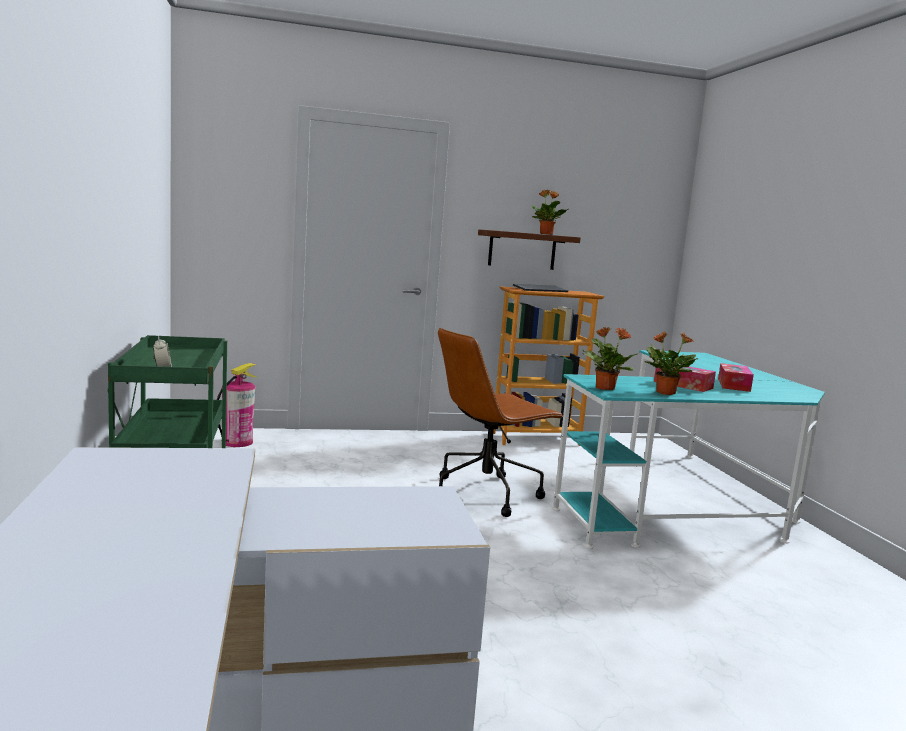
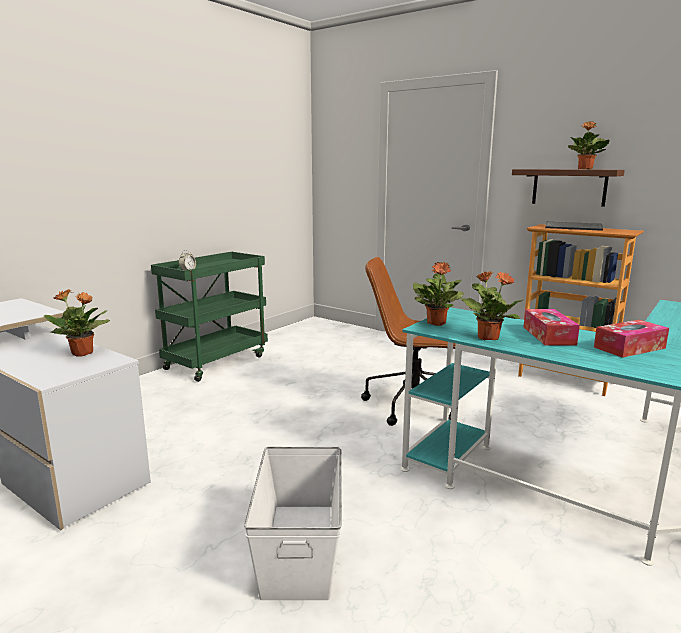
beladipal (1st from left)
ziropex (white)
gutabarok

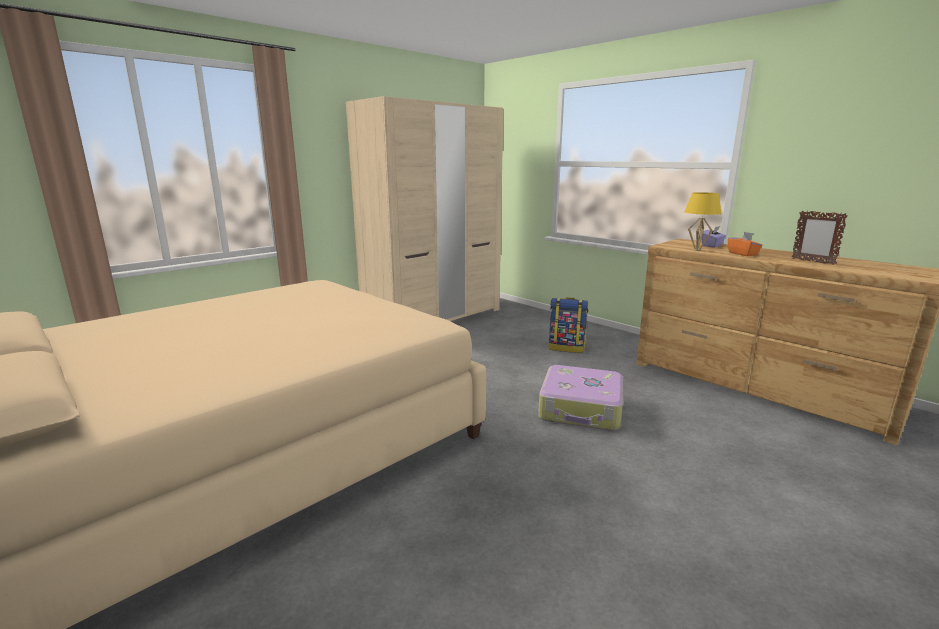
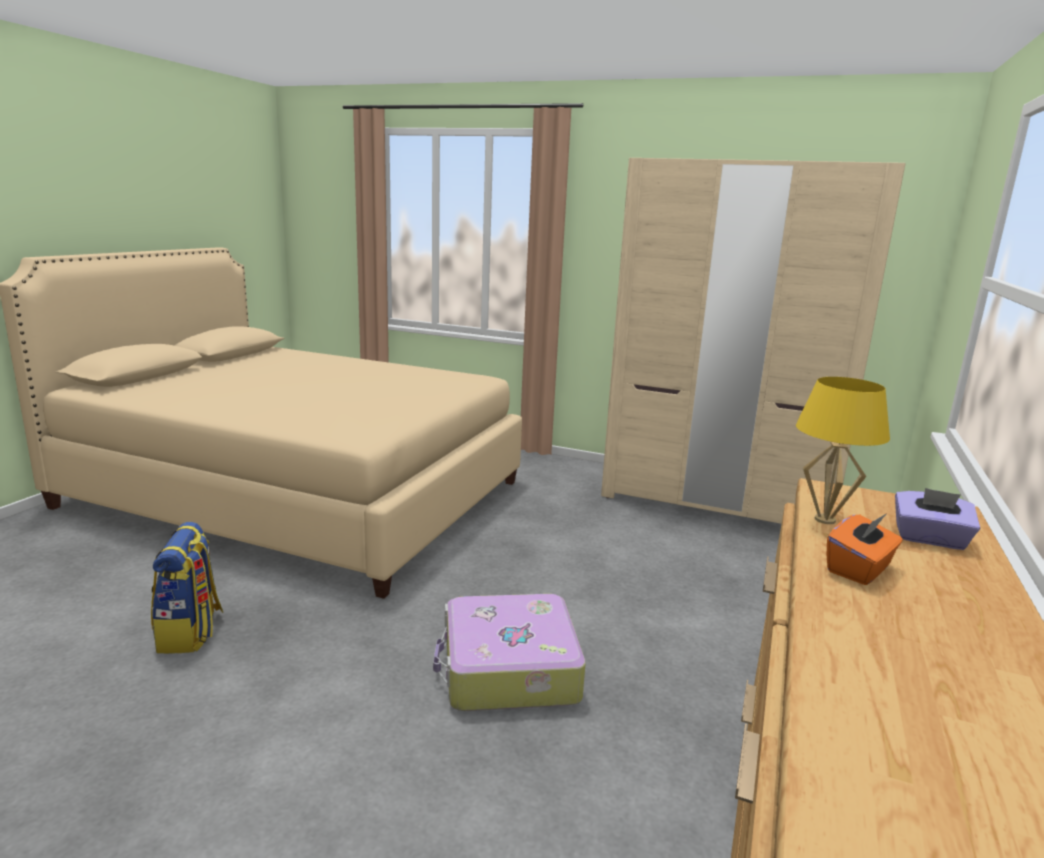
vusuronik
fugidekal

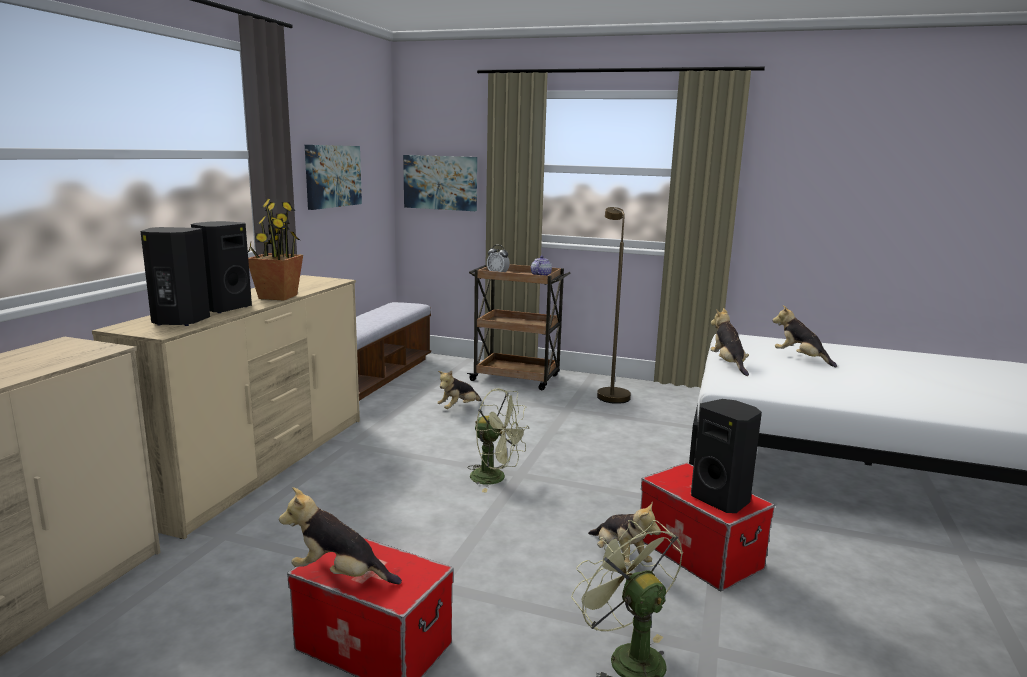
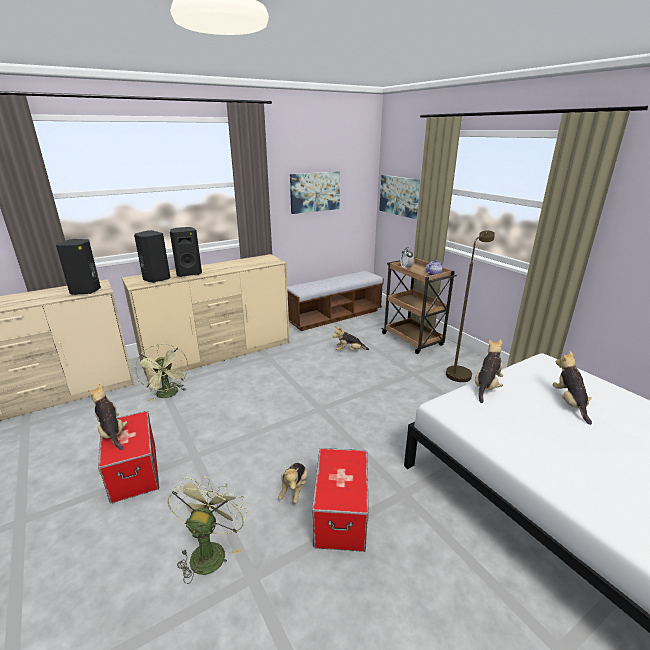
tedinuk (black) (1st from left)
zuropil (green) (1st from left)
beladipal

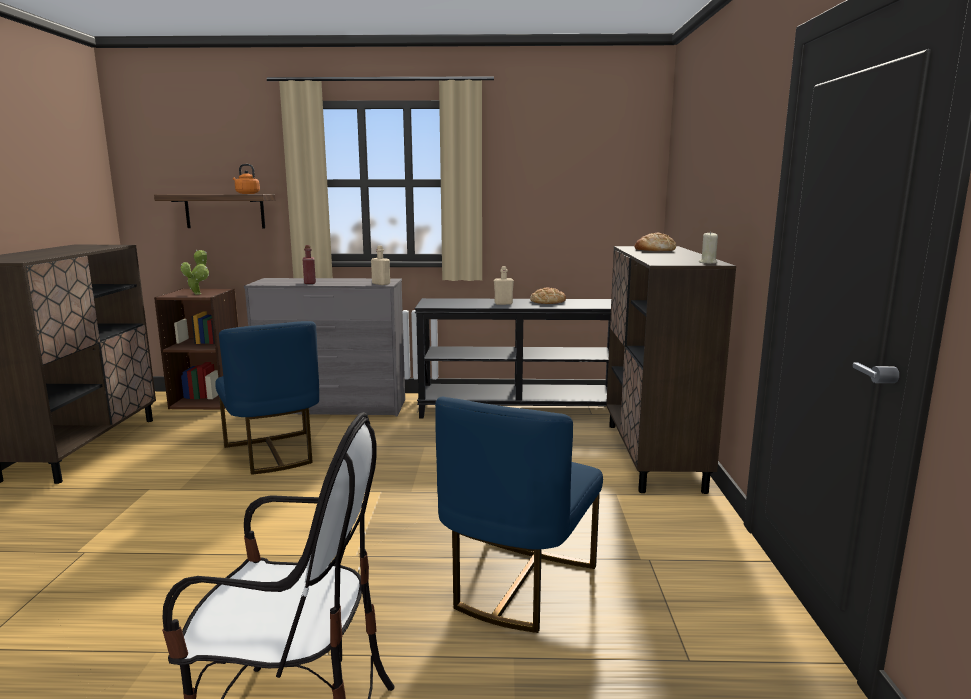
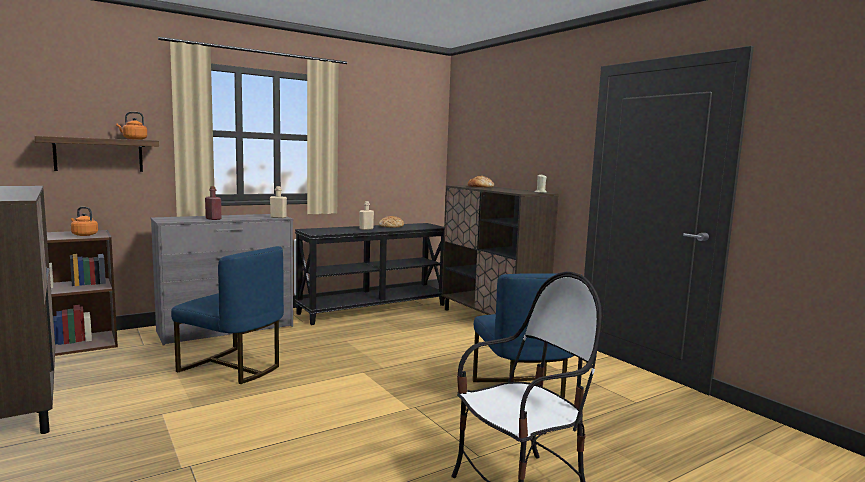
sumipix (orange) (1st from left)

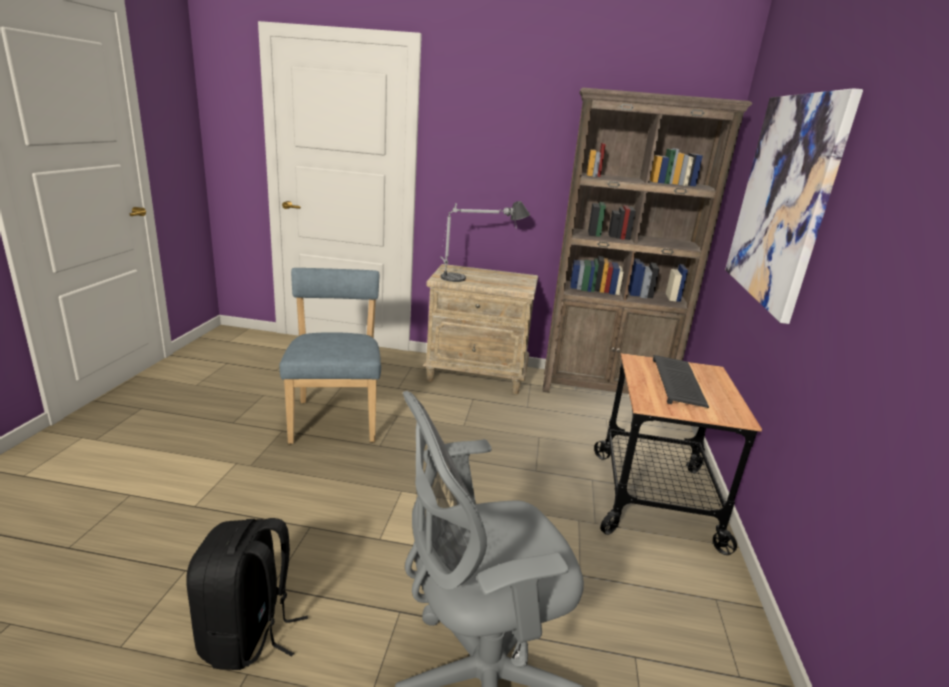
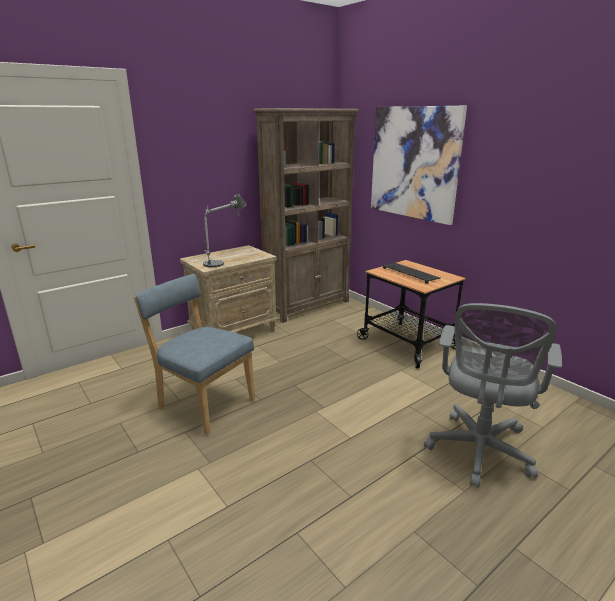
vusuronik (black)

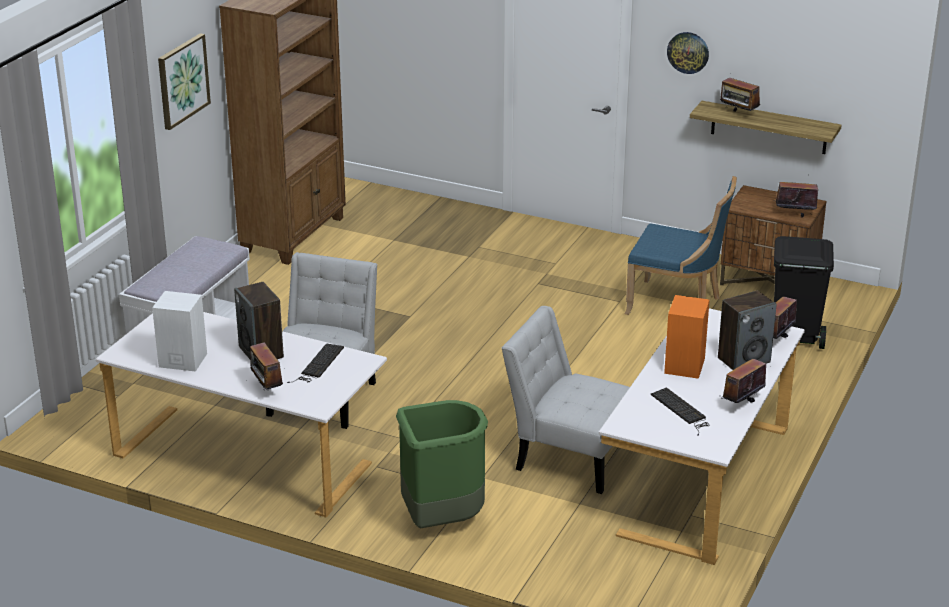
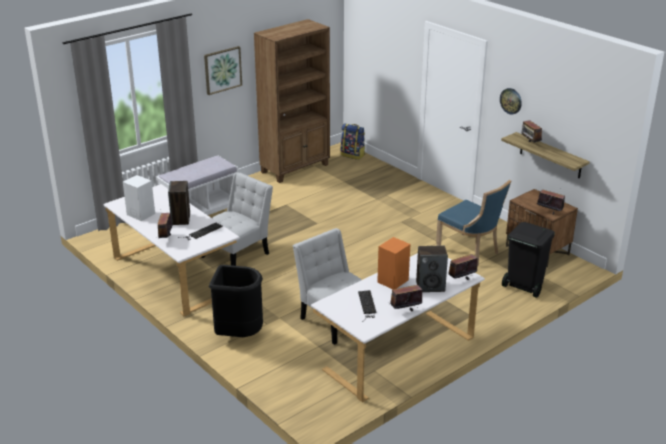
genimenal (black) (1st from left)
vusuronik

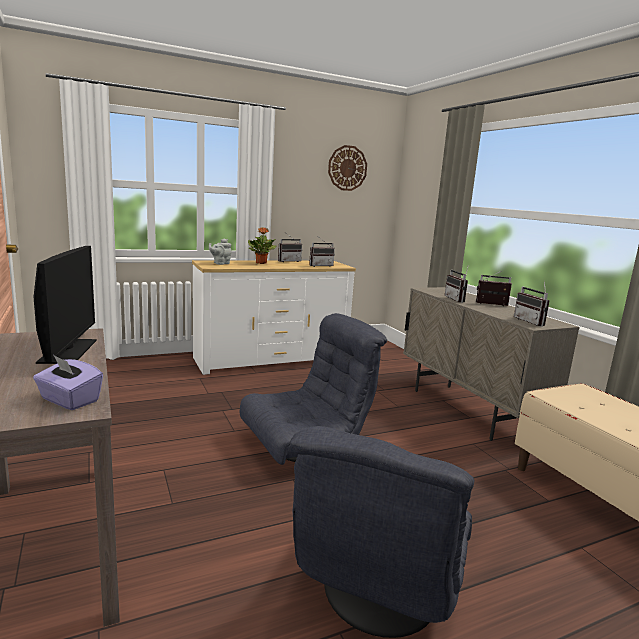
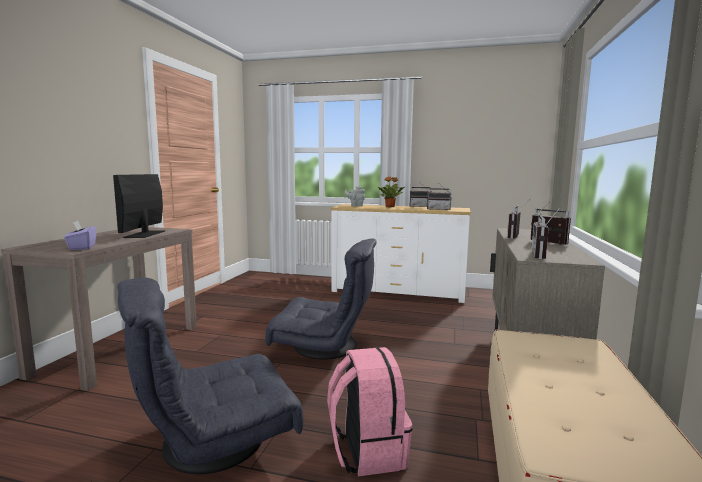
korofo
vusuronik (pink)
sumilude

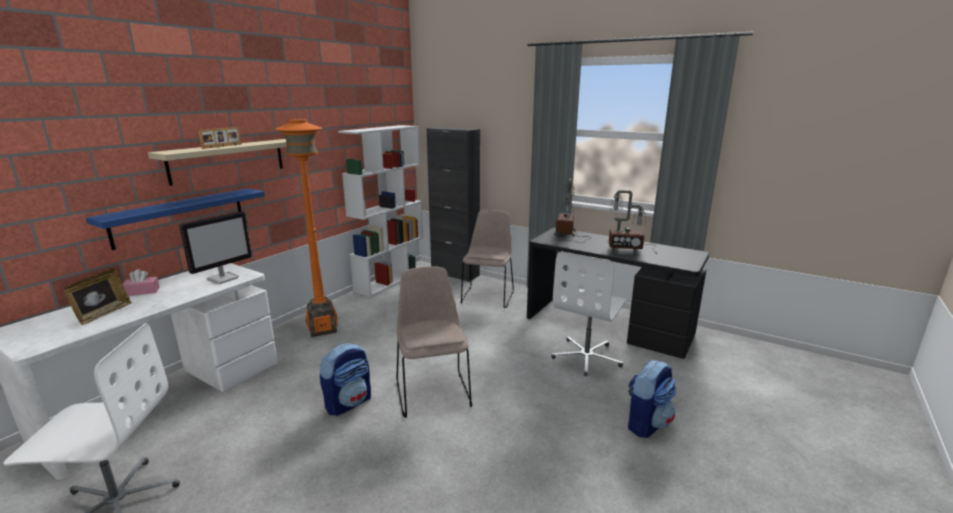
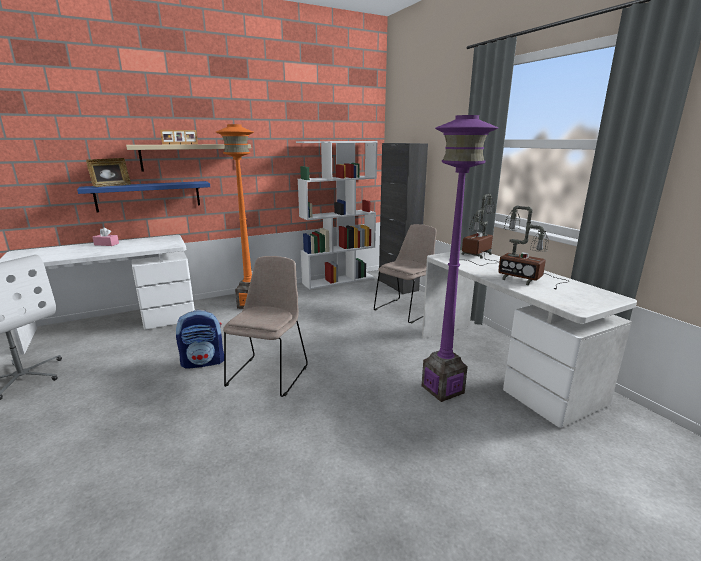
fugidekal (1st from left)
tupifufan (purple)
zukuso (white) (2nd from left)
korofo
vusuronik (2nd from left in the first image)

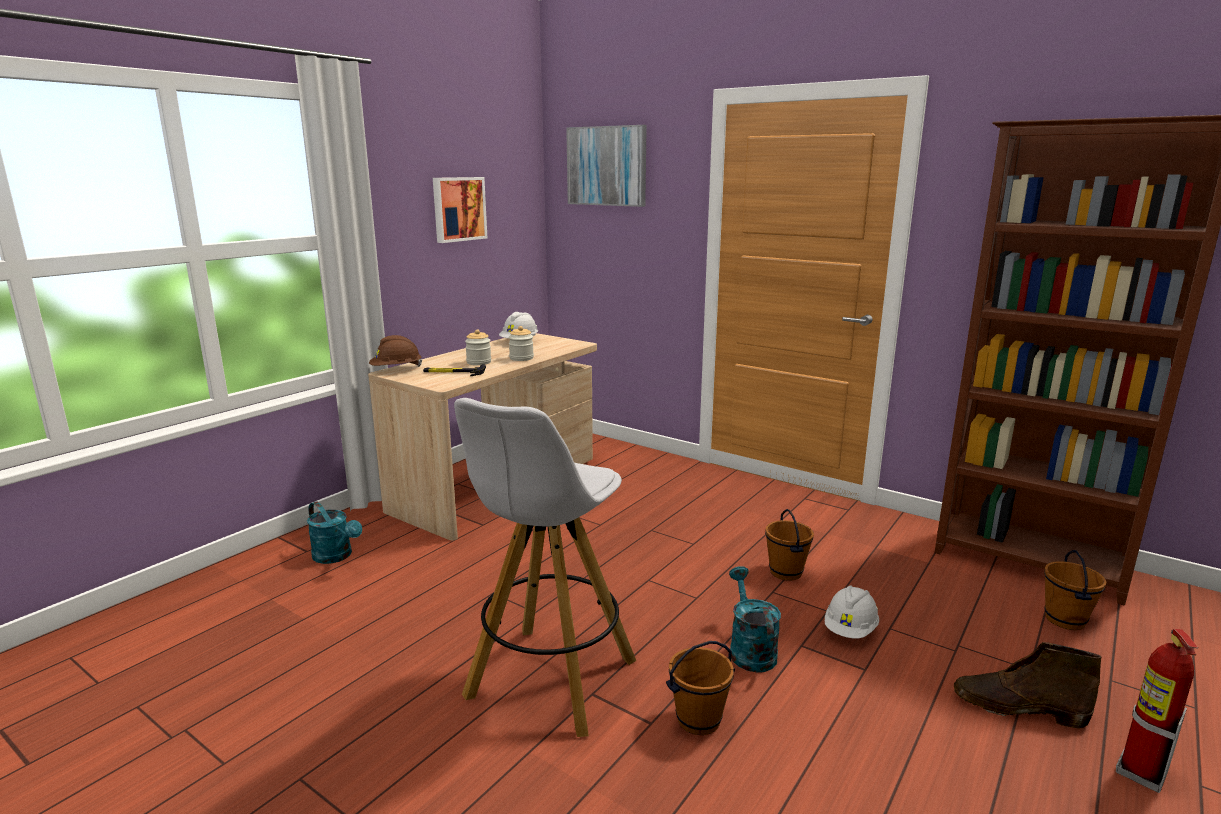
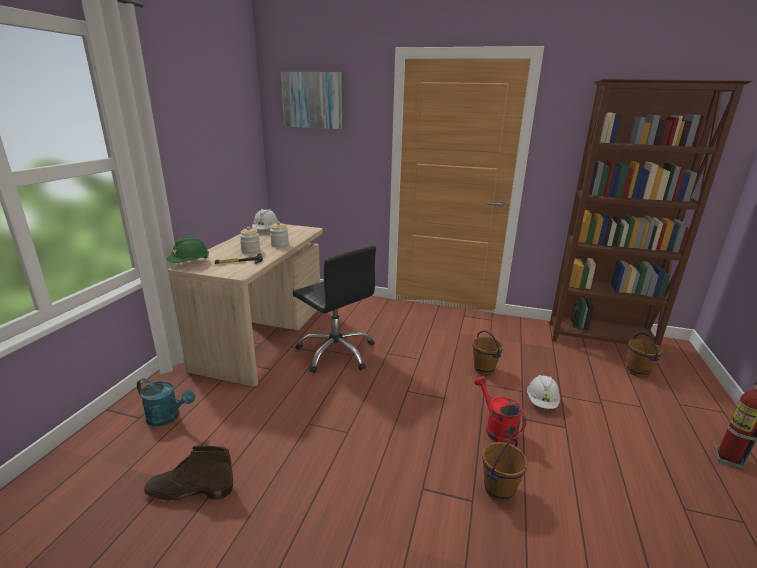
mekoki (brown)
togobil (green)
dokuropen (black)
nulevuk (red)
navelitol (1st from left in the first image)
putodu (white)

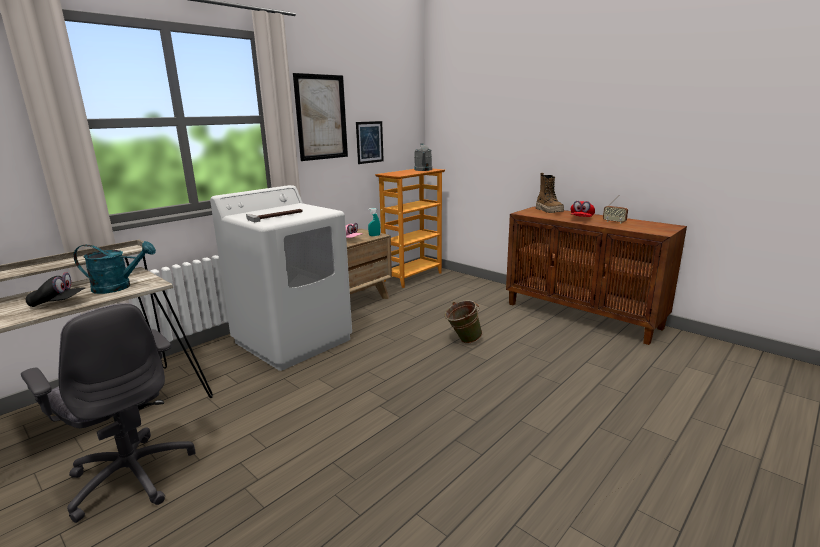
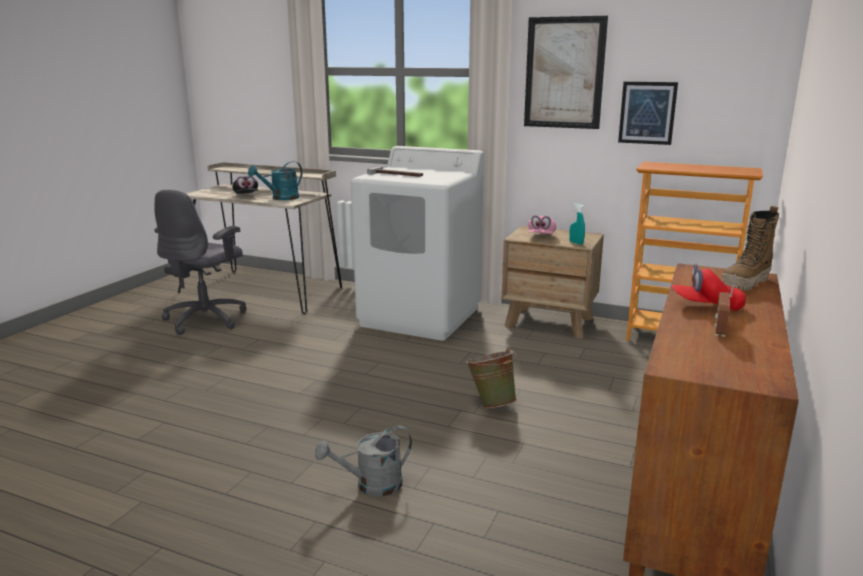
nulevuk (turquoise)
nulevuk (grey)

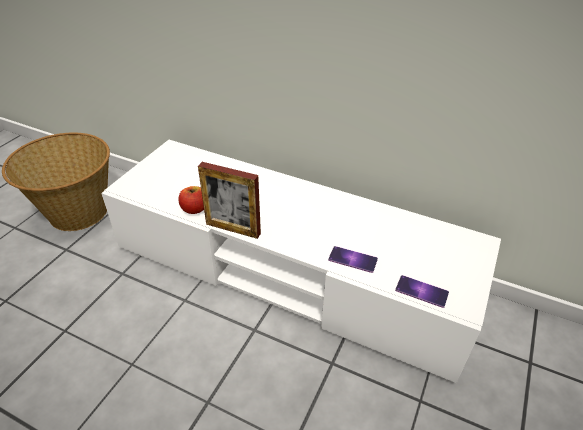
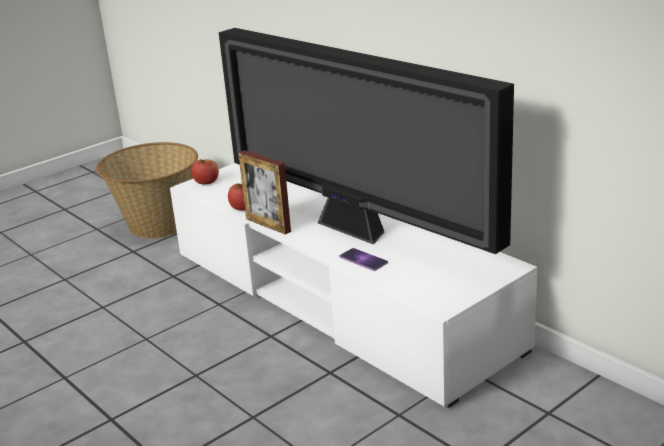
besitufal (1st from left)
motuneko
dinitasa (2nd from left in the first image)

